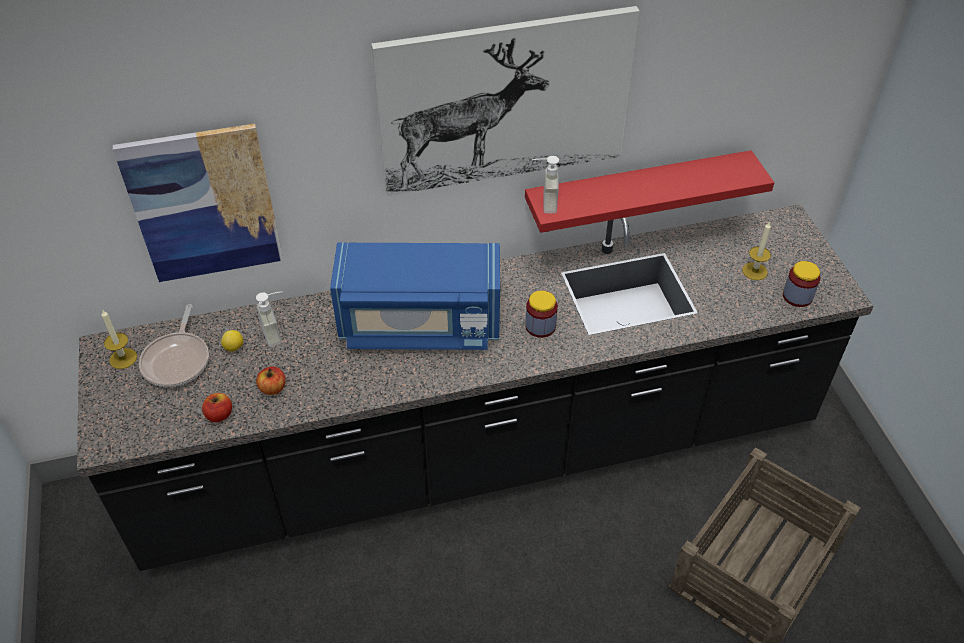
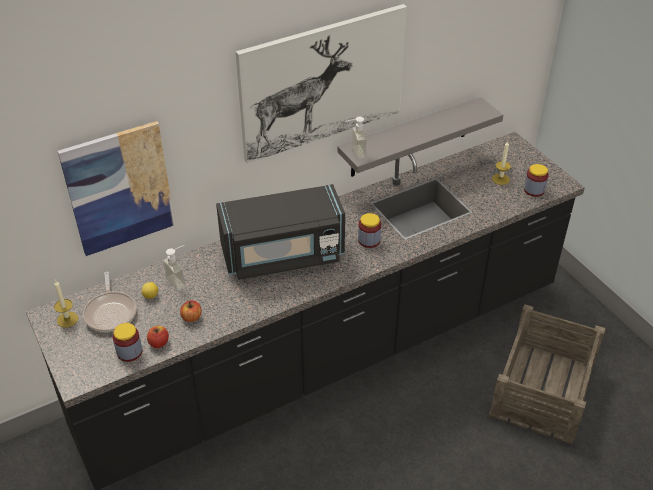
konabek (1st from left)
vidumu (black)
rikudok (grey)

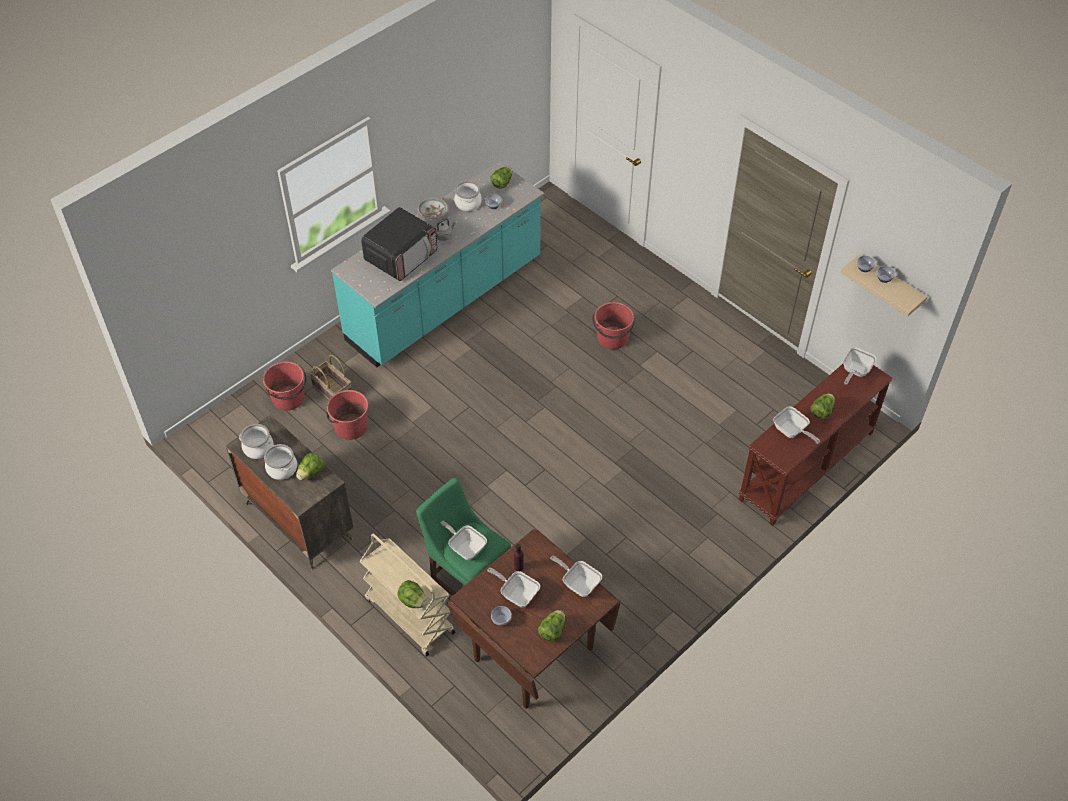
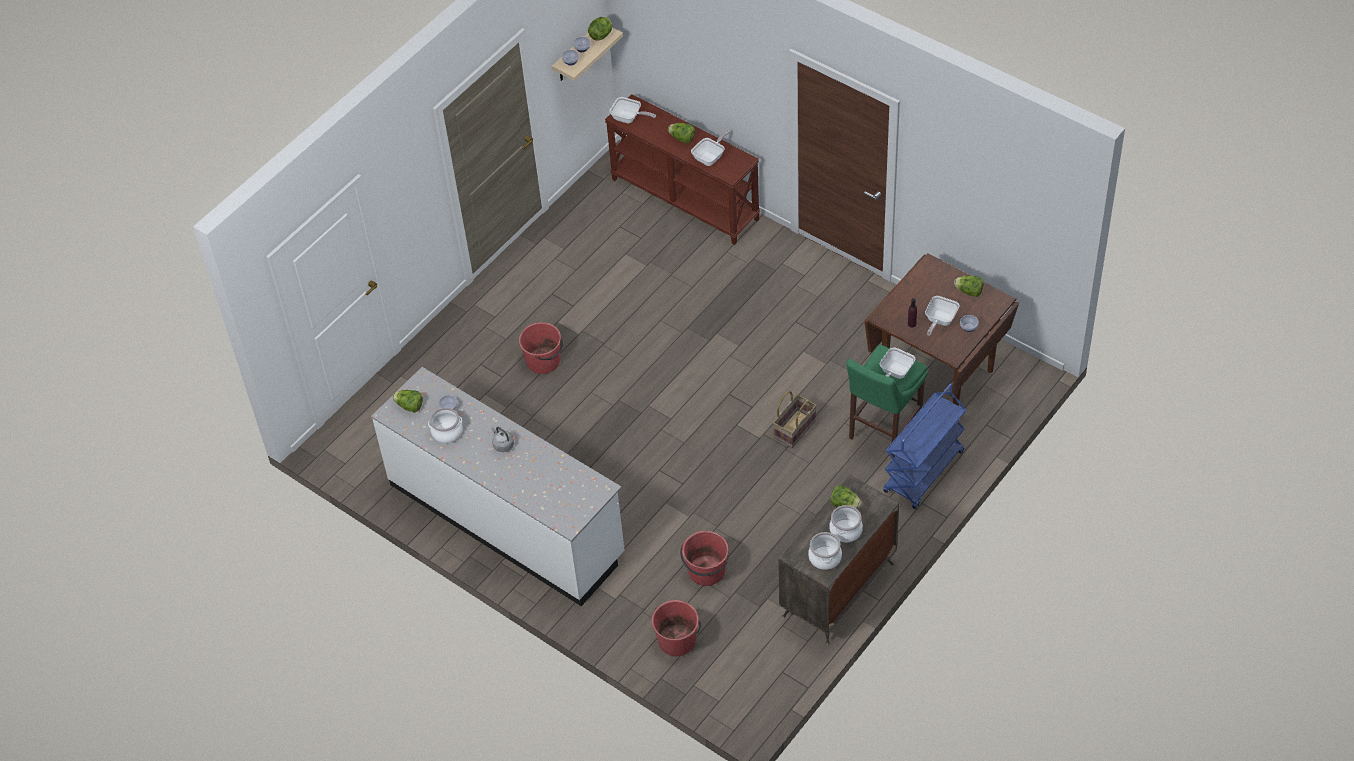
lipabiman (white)
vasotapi (2nd from left)
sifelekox
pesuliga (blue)
vidumu
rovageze (1st from left in the first image)
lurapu (3rd from left in the first image)

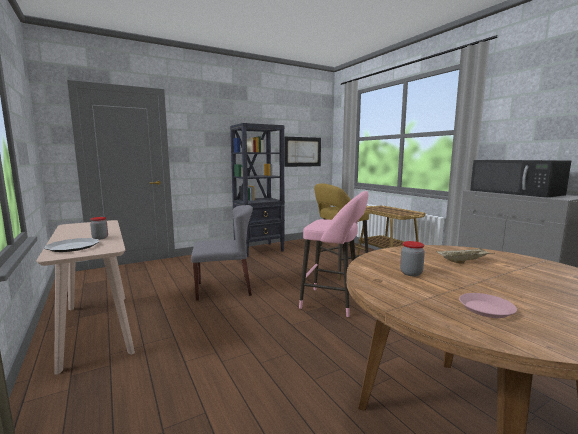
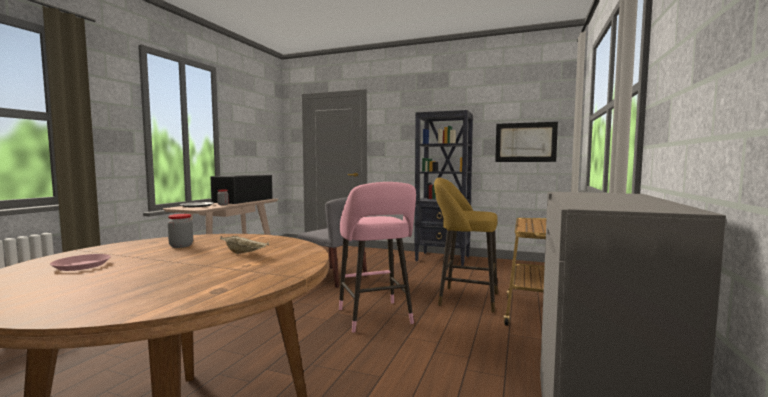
vidumu (black)

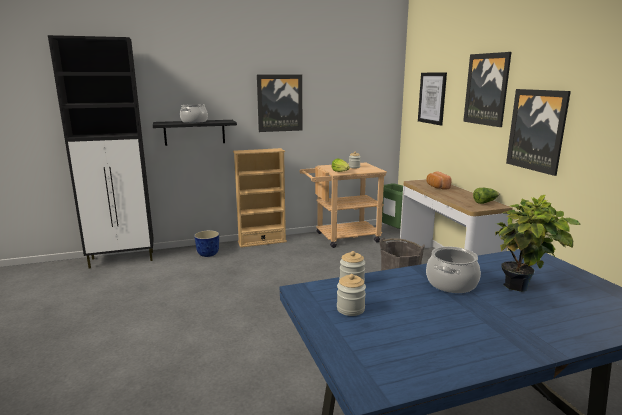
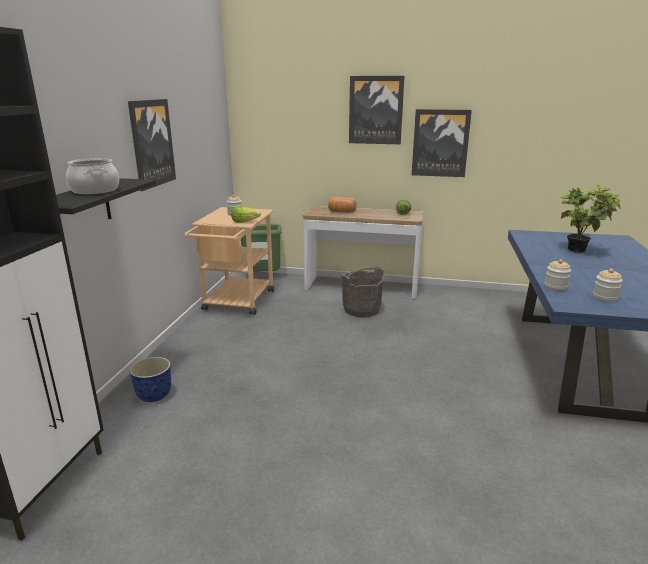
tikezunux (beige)
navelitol (2nd from left in the first image)
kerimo (2nd from left in the first image)

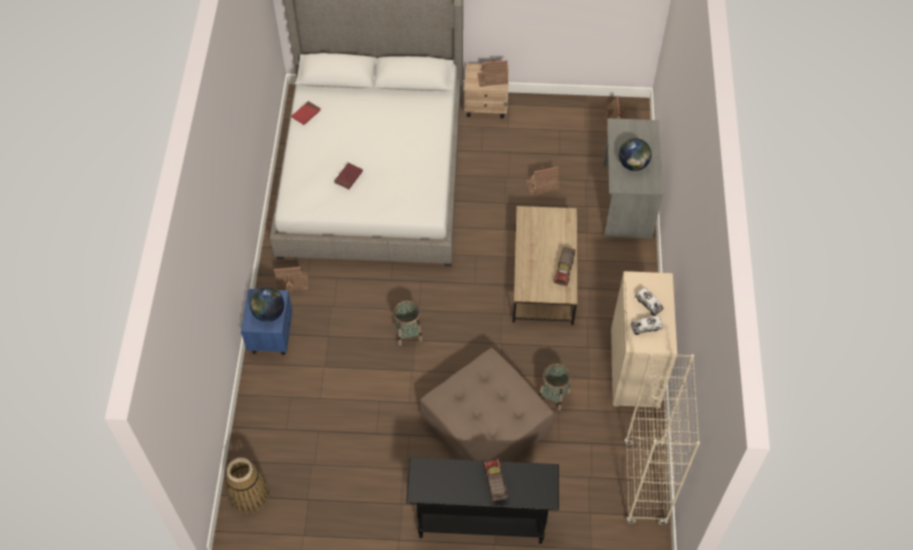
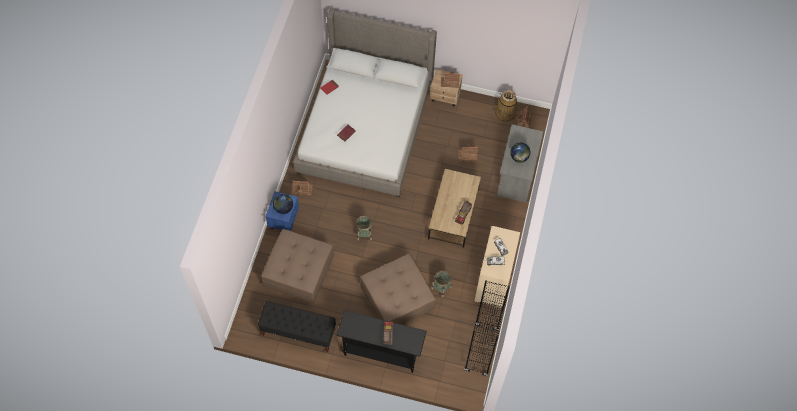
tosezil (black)
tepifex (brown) (1st from left)
tikezunux (black)
sifelekox (3rd from left)

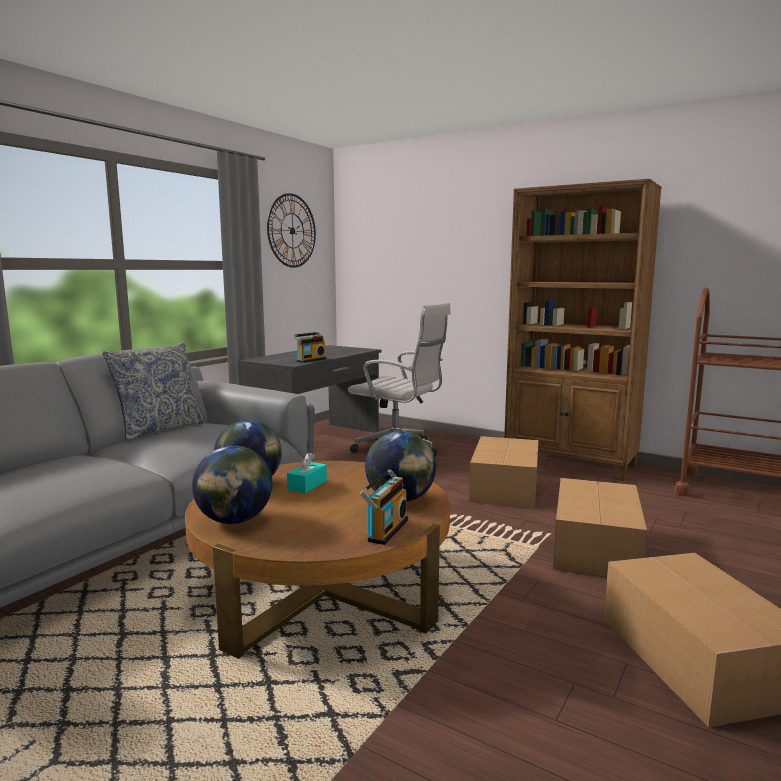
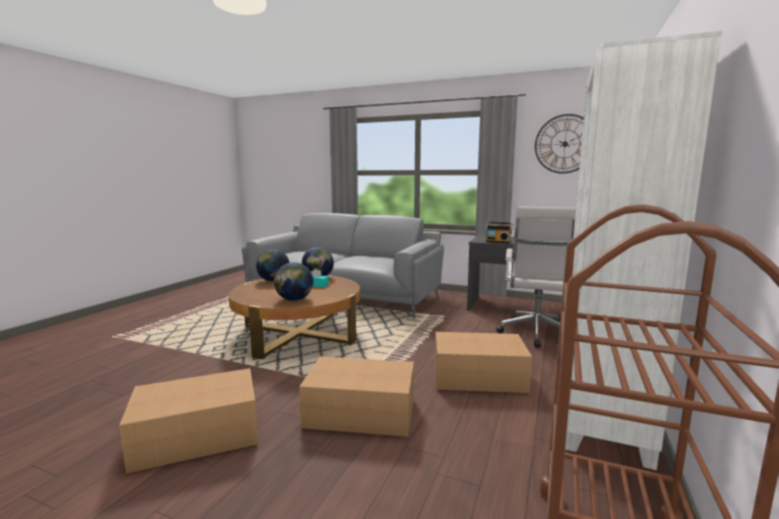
tikezunux (white)
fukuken
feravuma (2nd from left in the first image)

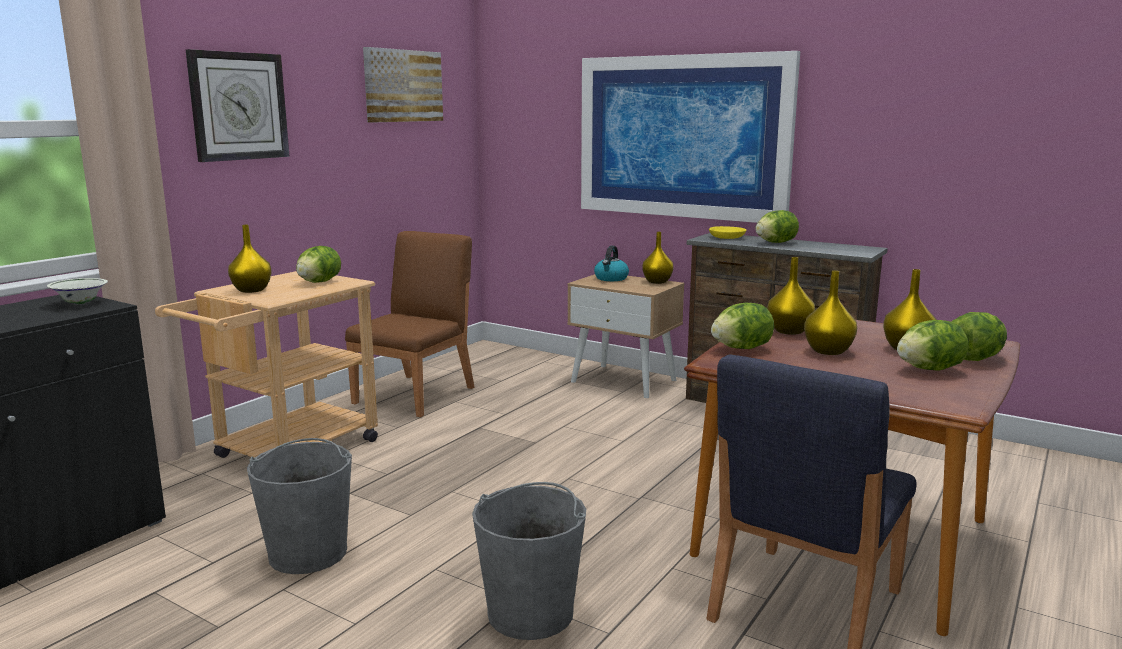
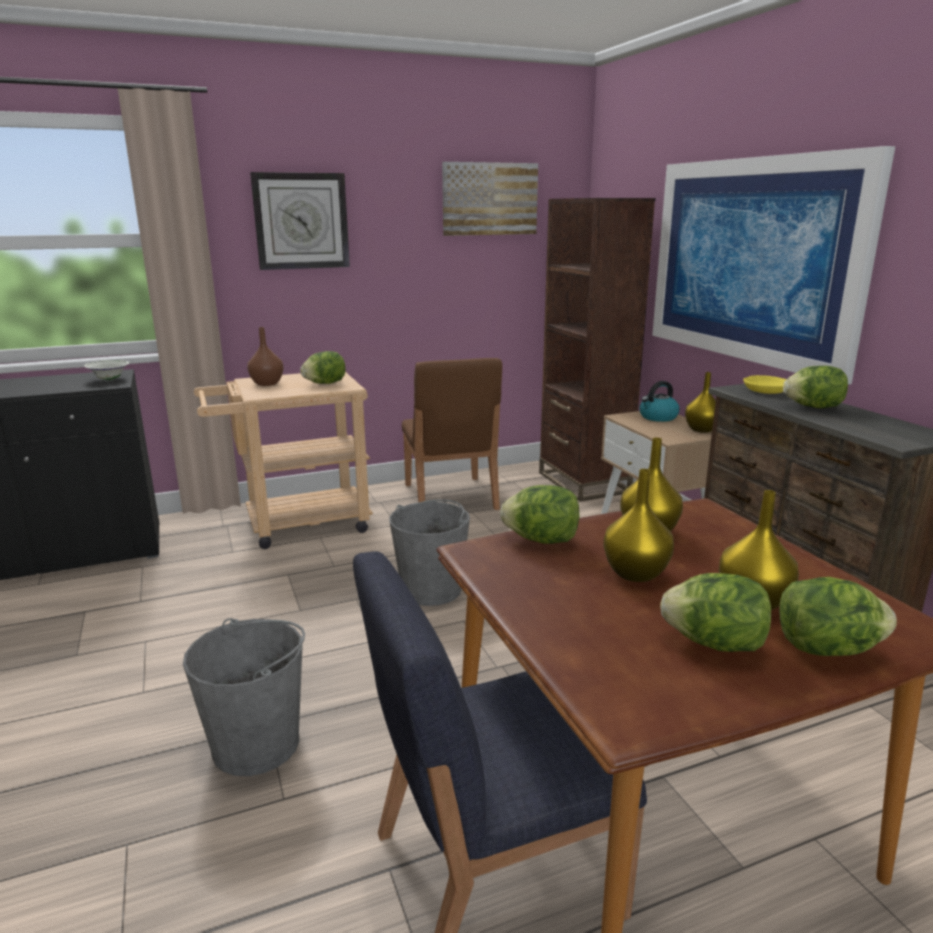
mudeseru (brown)
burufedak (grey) (2nd from left)
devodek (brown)
tikezunux (brown)

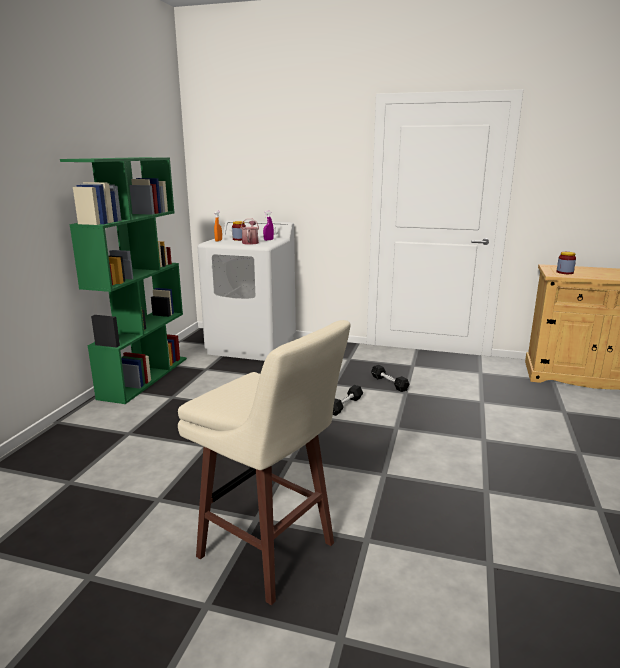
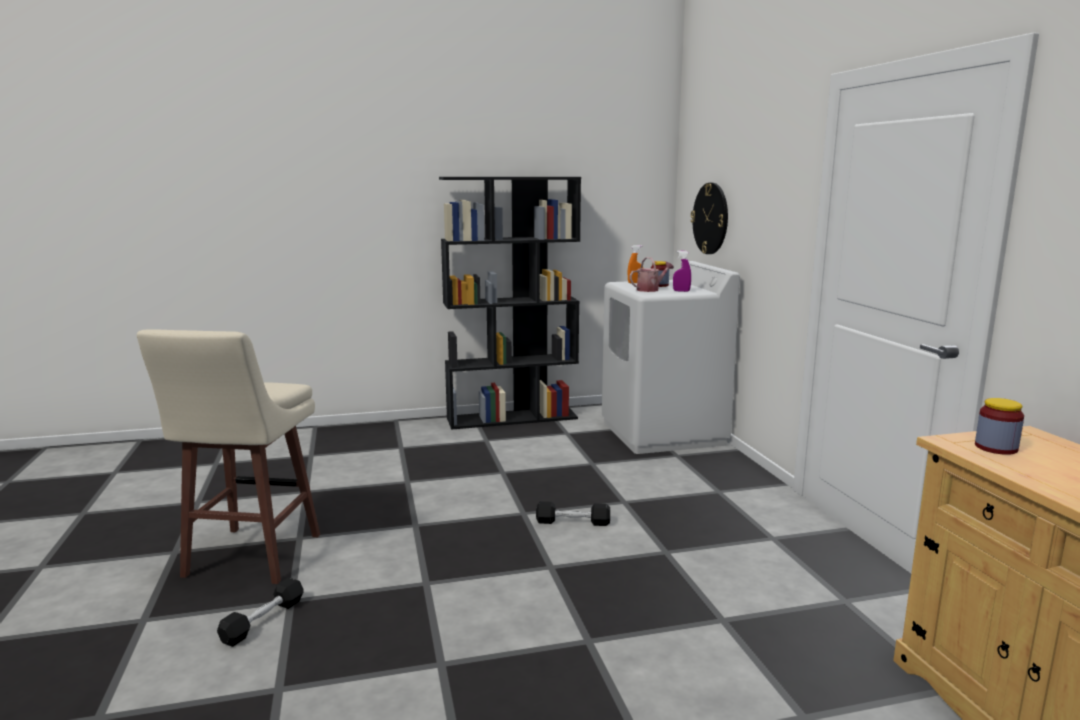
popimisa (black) (1st from left)
tikezunux (black)
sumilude

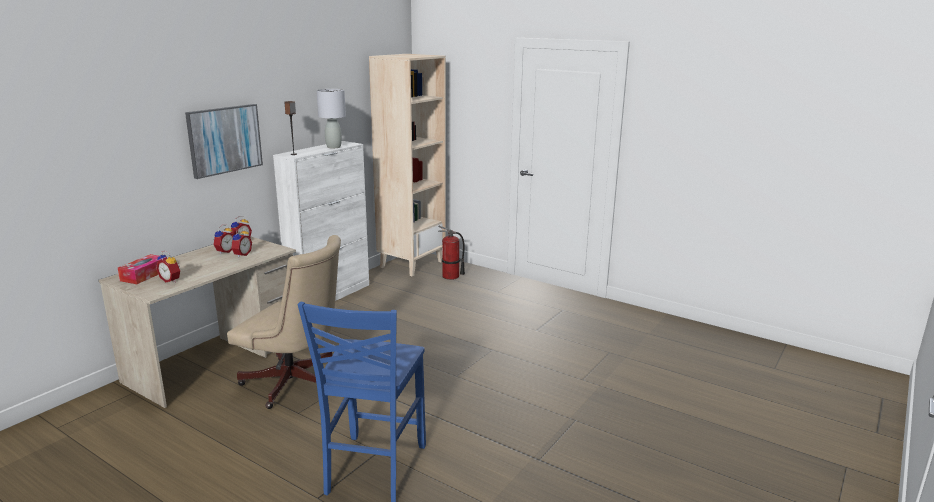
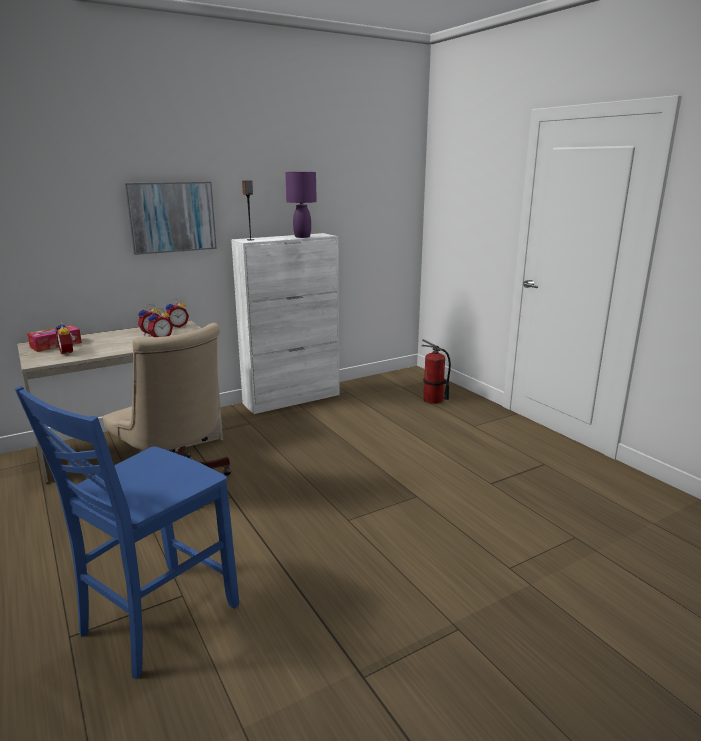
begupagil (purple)
tikezunux (beige)

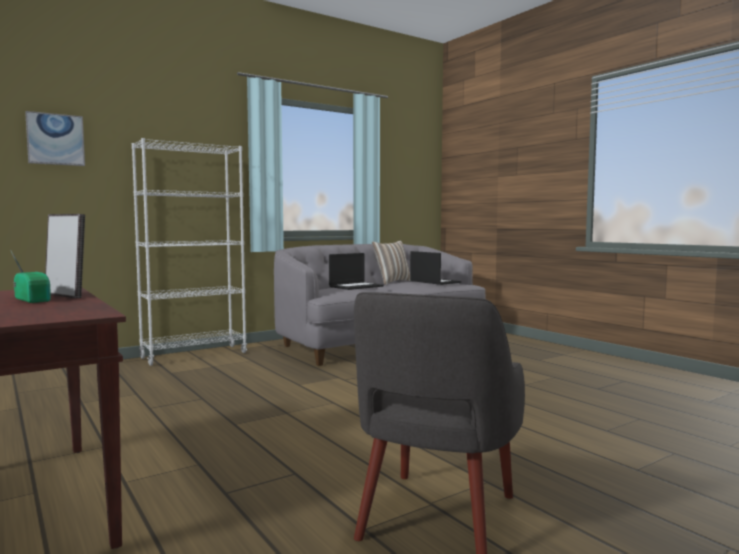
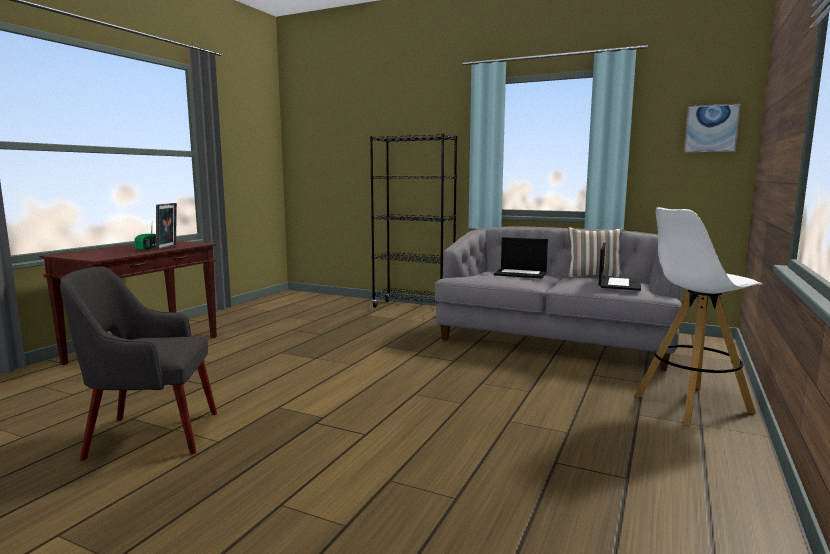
tikezunux (black)
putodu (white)
navelitol

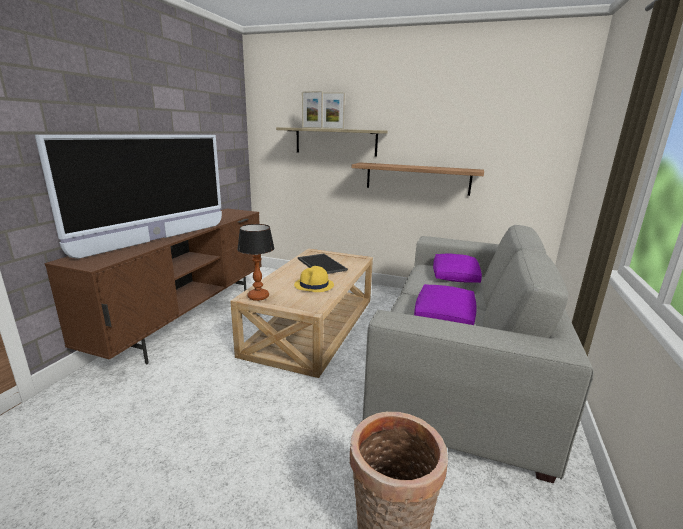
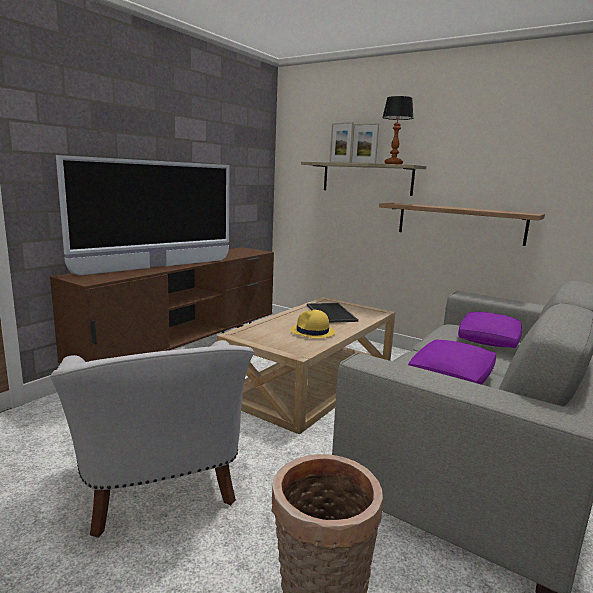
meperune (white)
begupagil

